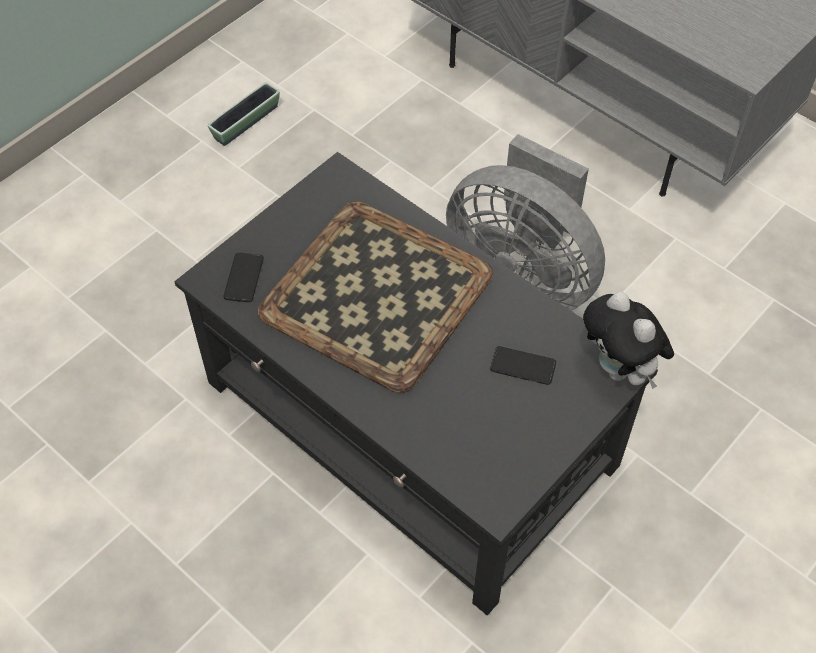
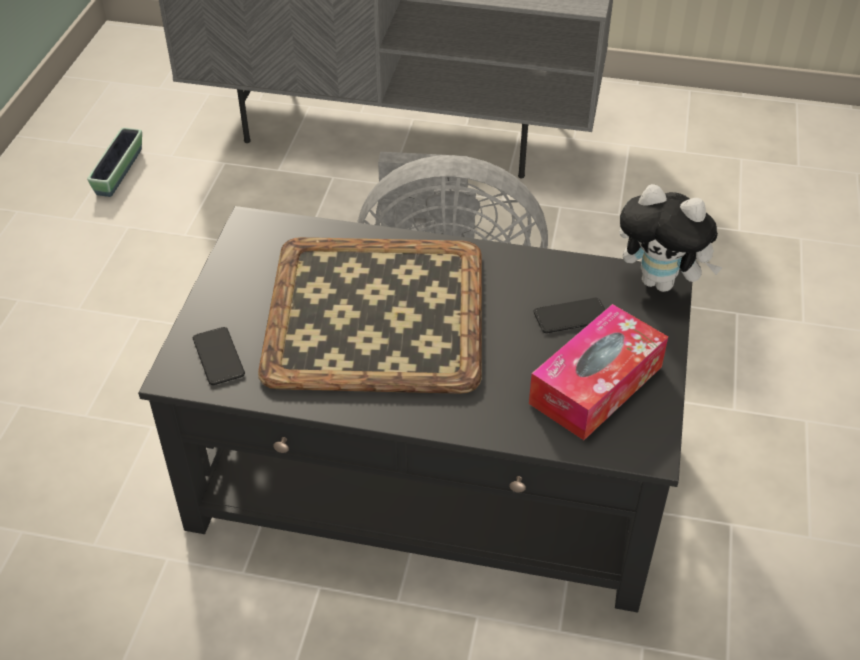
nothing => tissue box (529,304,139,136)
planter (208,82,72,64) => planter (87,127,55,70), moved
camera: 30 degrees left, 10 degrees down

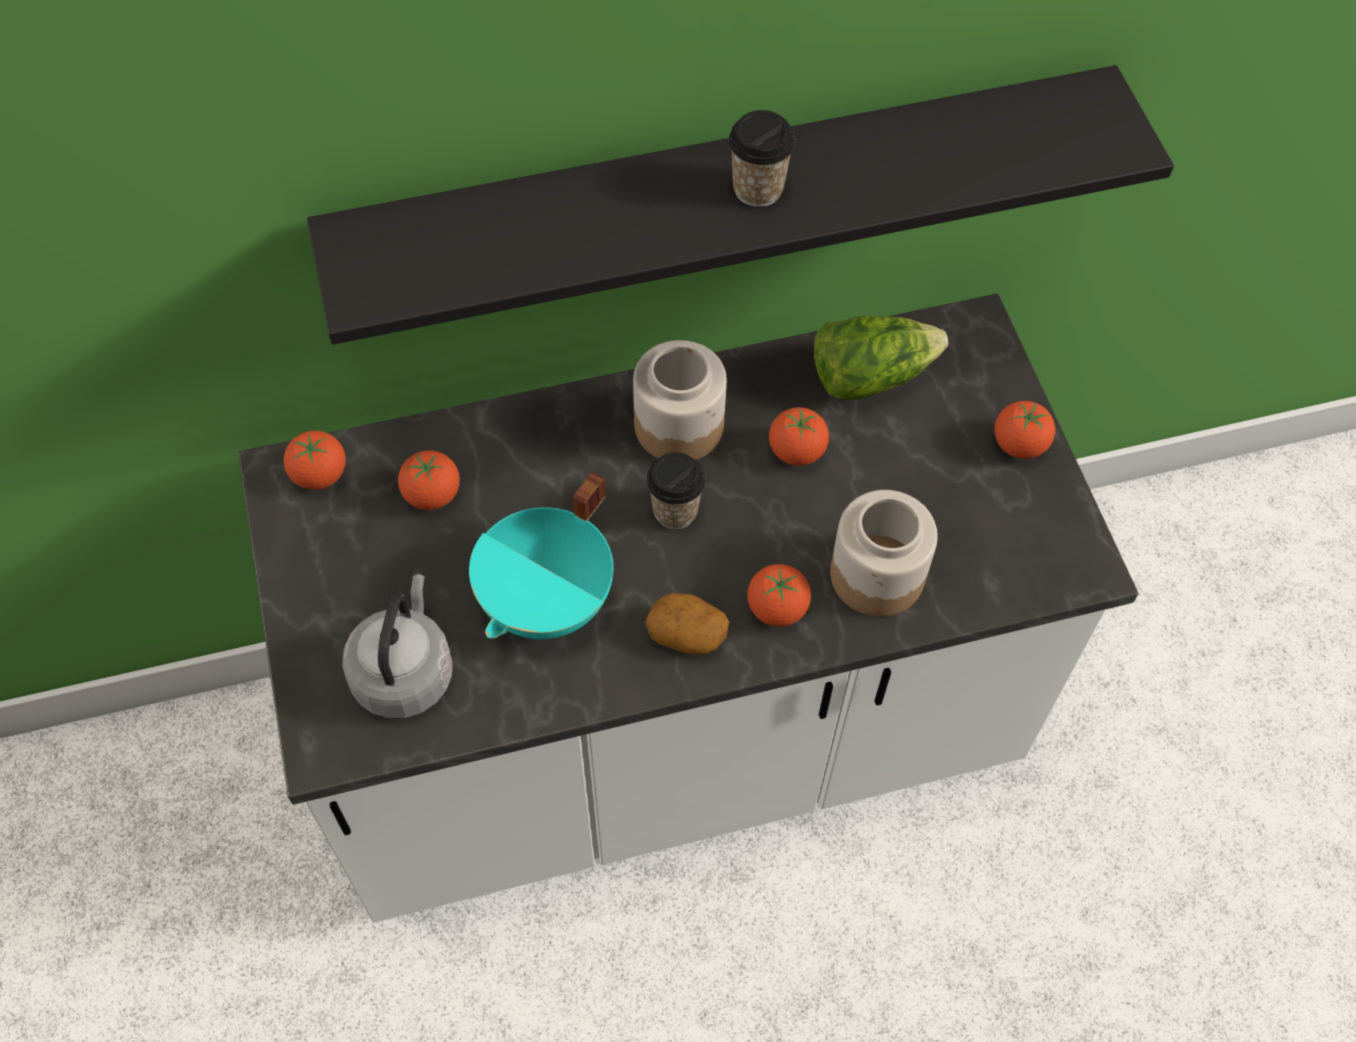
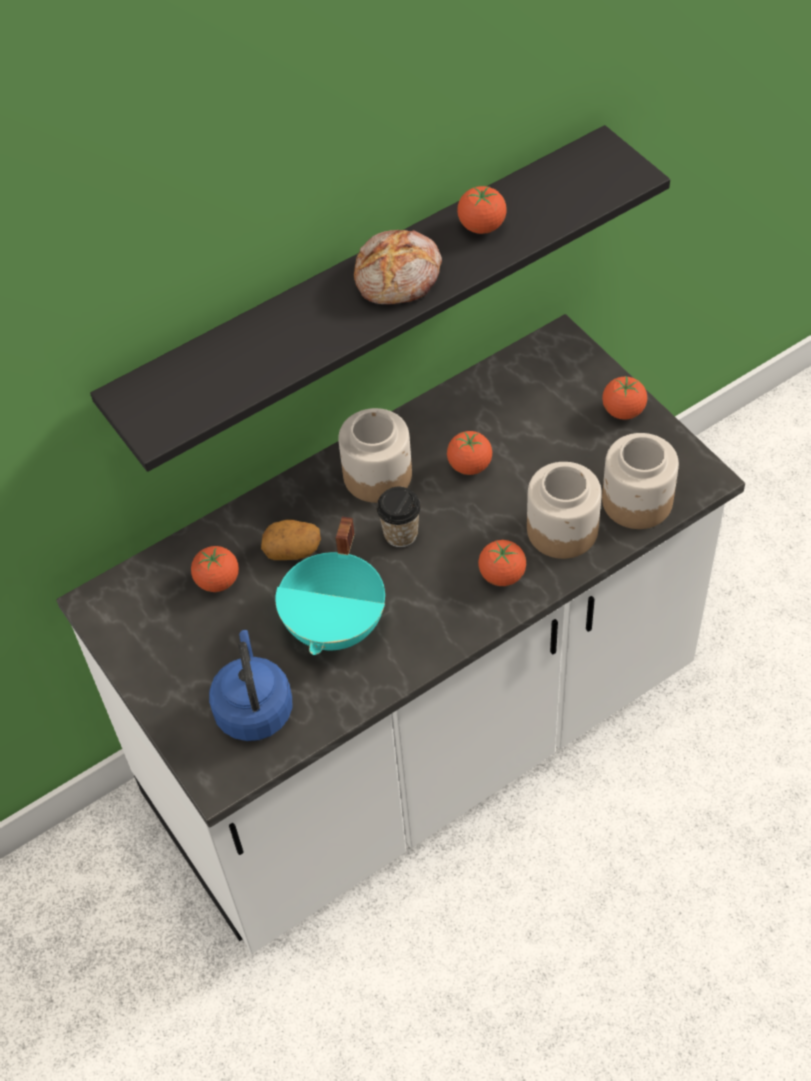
lettuce (814,316,134,84) => nothing
nothing => jar (602,433,77,96)
tomato (284,431,62,59) => tomato (457,186,50,48), moved
potato (645,593,84,62) => potato (261,519,60,41), moved
cup (729,110,66,97) => bread (354,230,88,74)
grey kettle (342,574,111,144) => blue kettle (209,630,84,111)
camera: 15 degrees left, 5 degrees down

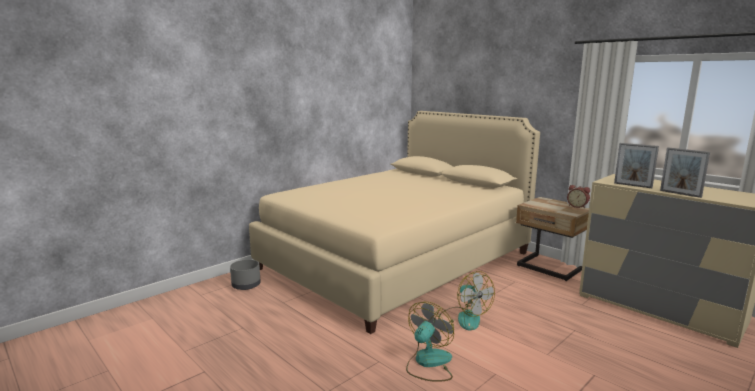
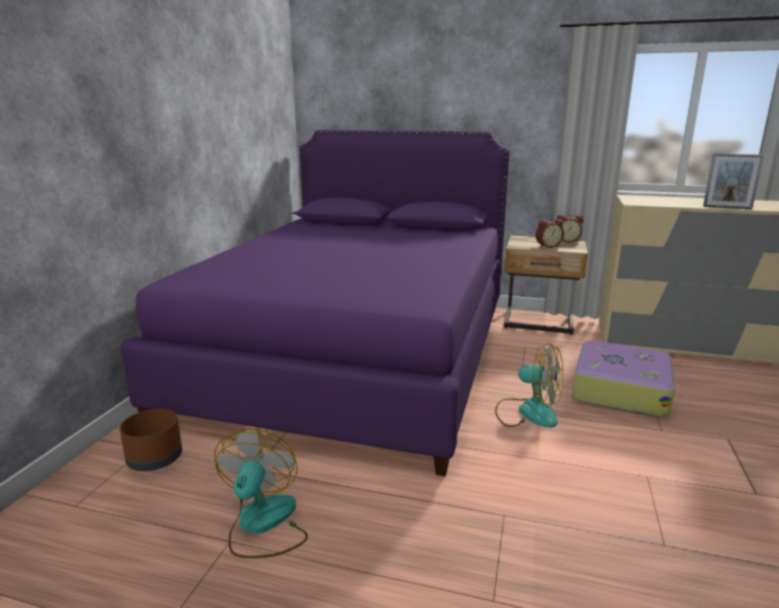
picture frame (614,143,45,45) => nothing
nothing => alarm clock (536,219,28,29)
nothing => suitcase (572,341,103,76)
fan (406,302,48,80) => fan (214,429,94,129), moved
grey planter (230,259,31,31) => brown planter (119,409,63,62)
beige bed (249,111,291,223) => purple bed (121,130,389,346)
camera: 30 degrees left, 5 degrees up

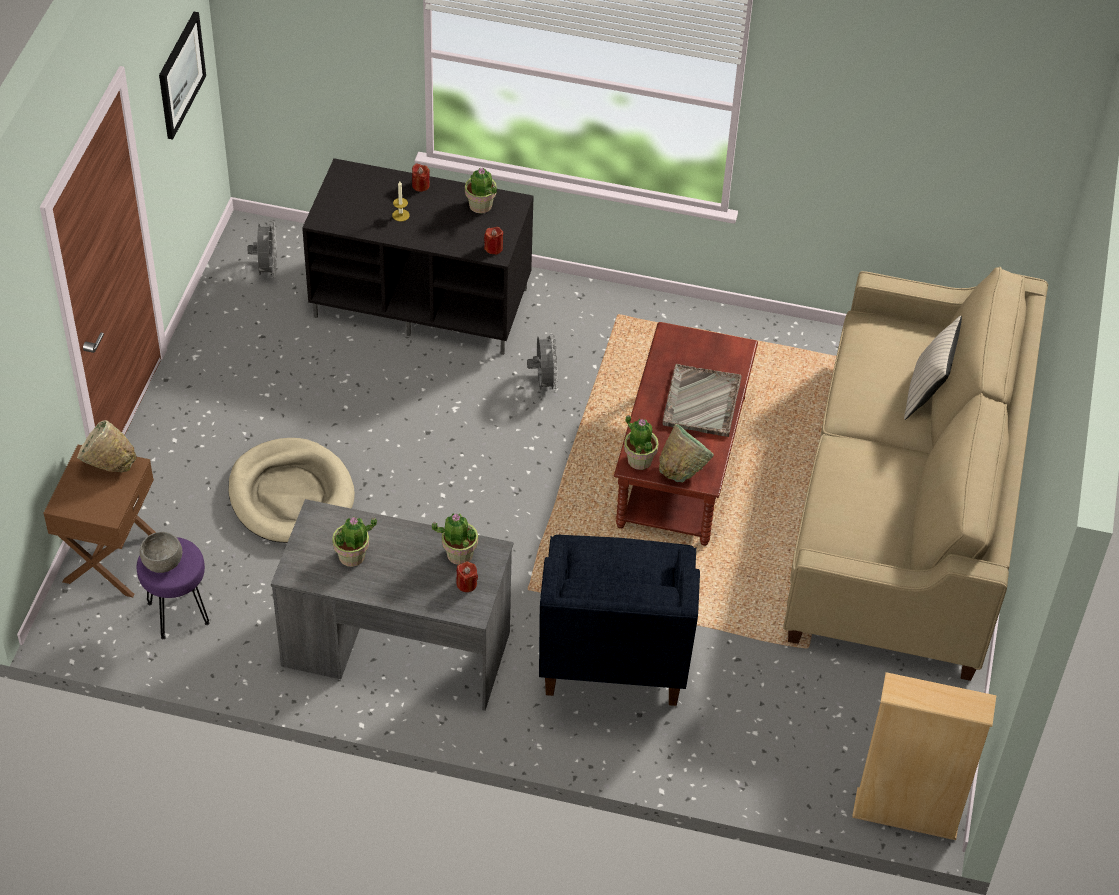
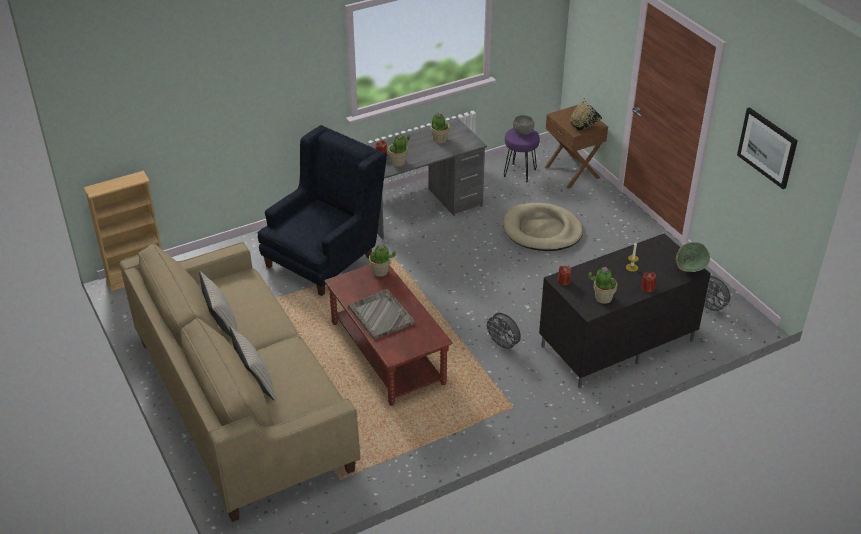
nothing => beige pillow (199,271,38,67)
green bowl (659,424,55,58) => green bowl (676,242,34,30), moved
beige bowl (77,420,60,52) => black bowl (571,98,31,33)
blue armchair (539,535,161,171) => blue armchair (258,125,129,171), 75 degrees clockwise
camera: 140 degrees right, 10 degrees down

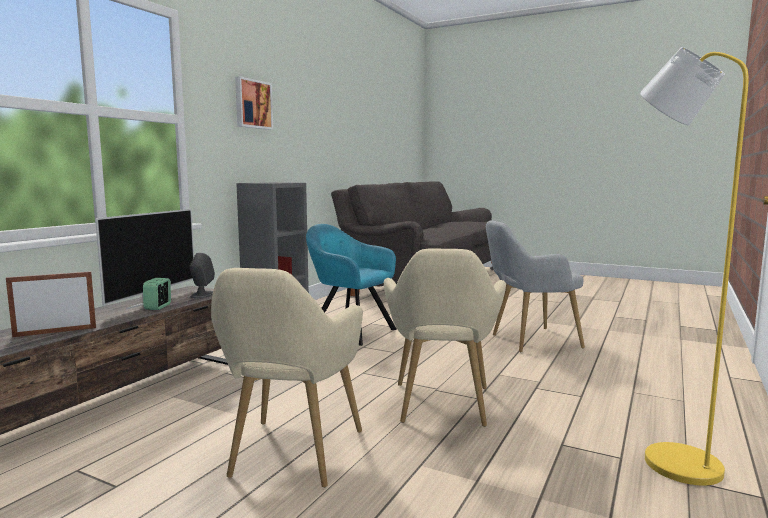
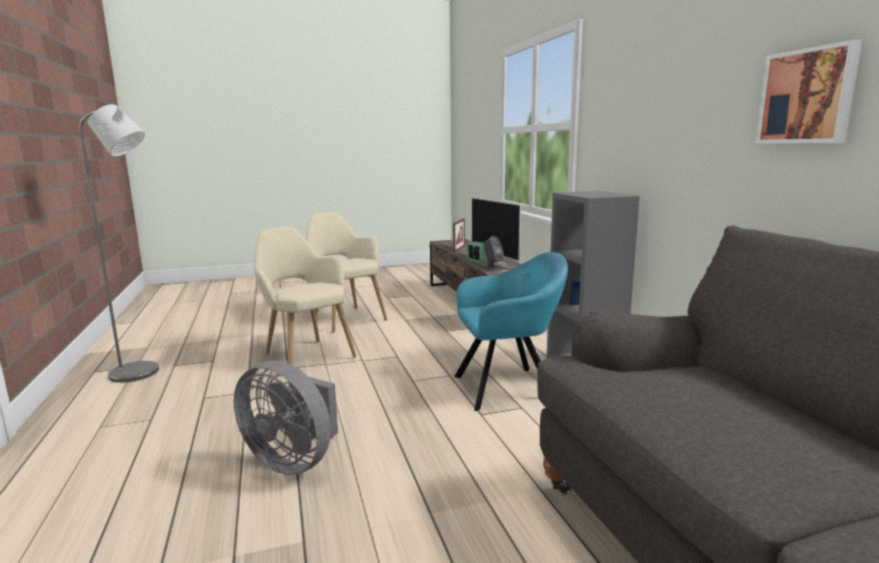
picture (235,76,38,54) => picture (755,40,107,104), moved
grey armchair (486,220,99,132) => grey fan (234,361,104,114)
yellow floor lamp (640,47,109,439) => grey floor lamp (79,104,80,279)
camera: 135 degrees right, 5 degrees up

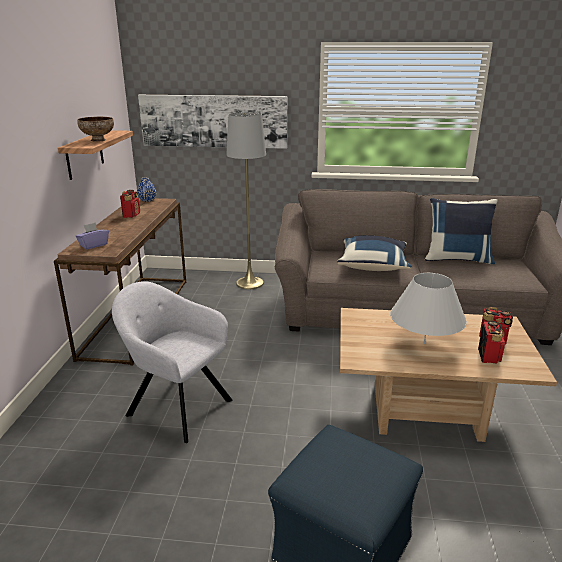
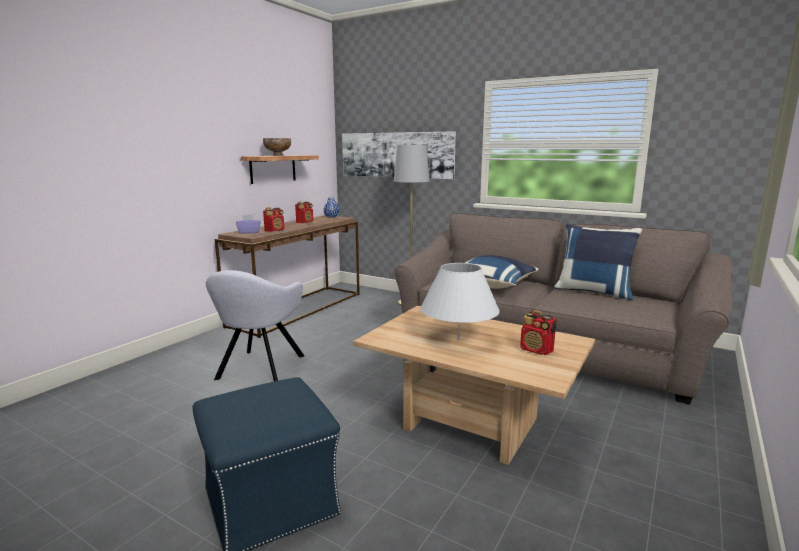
radio (478,321,27,42) => radio (263,207,21,25), moved
grey armchair (112,281,120,162) => grey armchair (206,270,98,111), 135 degrees counterclockwise
camera: 25 degrees right, 10 degrees down

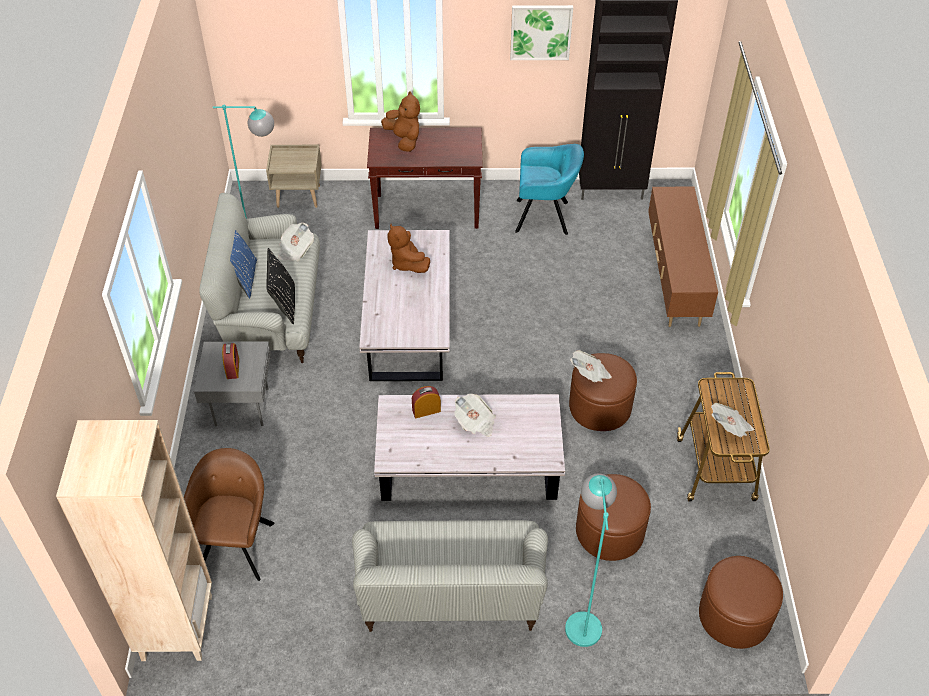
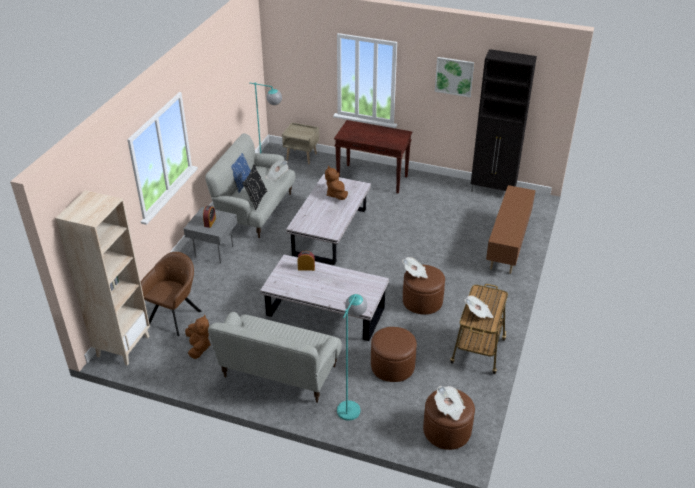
turquoise armchair (515,144,69,91) => nothing
brown plush toy (381,91,39,61) => brown plush toy (185,314,26,45), moved
newspaper (454,394,42,43) => newspaper (434,386,31,35), moved
camera: 20 degrees right, 10 degrees down

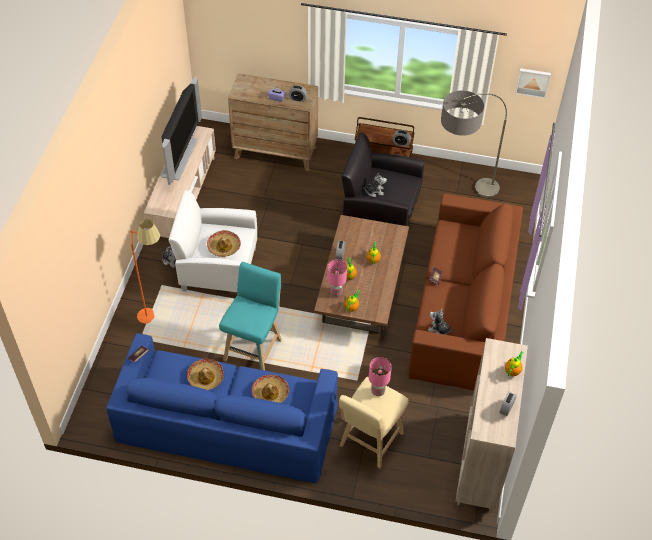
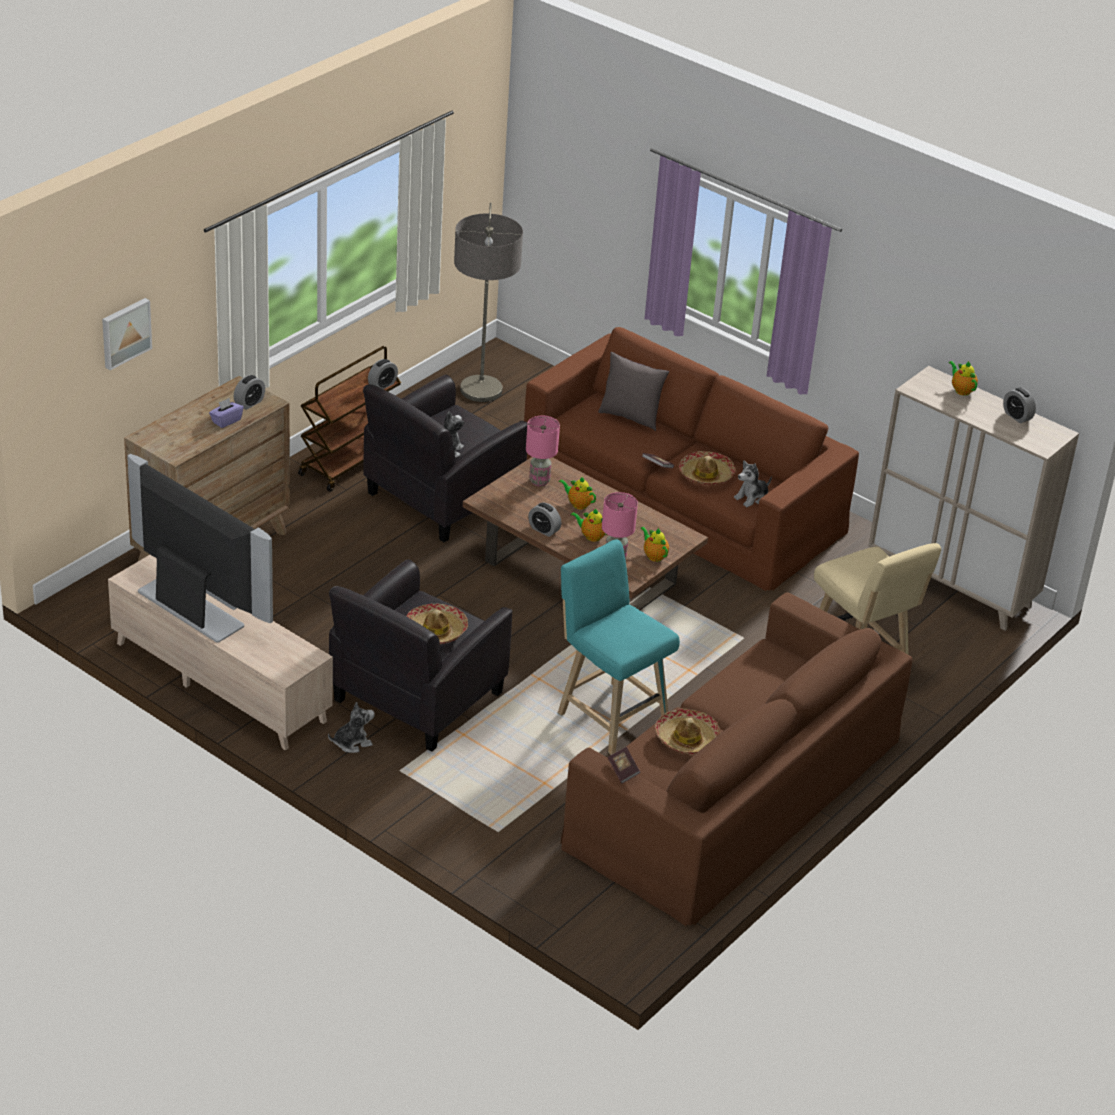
orange floor lamp (131,219,29,105) => nothing
nothing => grey pillow (598,352,71,79)
hat (252,375,37,28) => hat (679,451,57,34), moved
pink table lamp (369,357,23,39) => pink table lamp (526,416,34,70), moved
picture (515,68,36,30) => picture (102,298,50,72), moved
blue sofa (106,333,232,151) => brown sofa (561,592,352,334)
white armchair (168,190,89,102) => black armchair (329,559,183,192)
camera: 65 degrees left, 15 degrees down

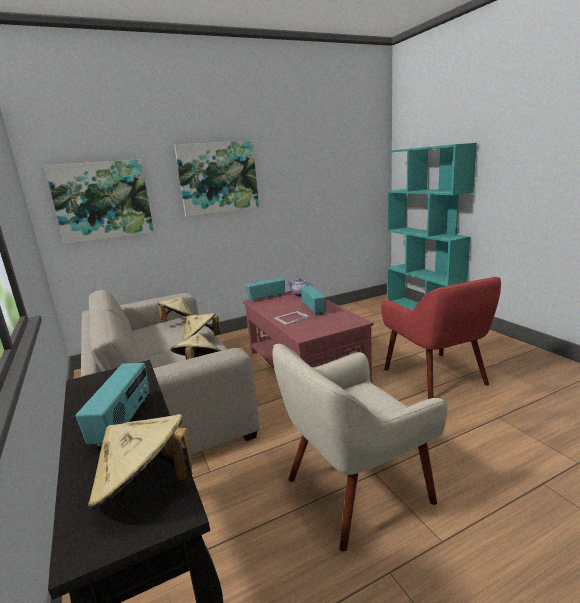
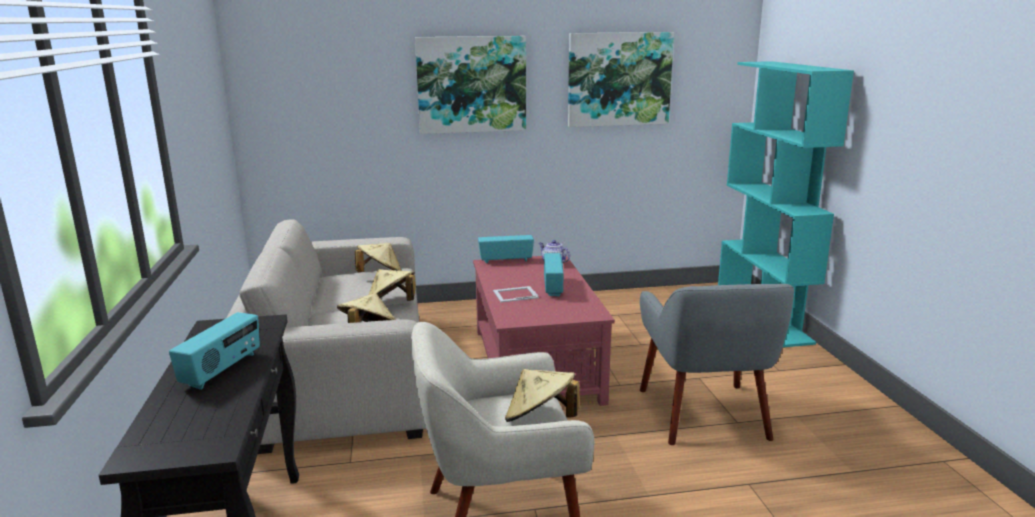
picture (44,159,110,85) => picture (568,32,106,95), moved
beige hat (88,414,104,96) => beige hat (505,369,75,53), moved
red armchair (381,277,120,122) => grey armchair (640,284,154,161)
camera: 15 degrees right, 0 degrees up

